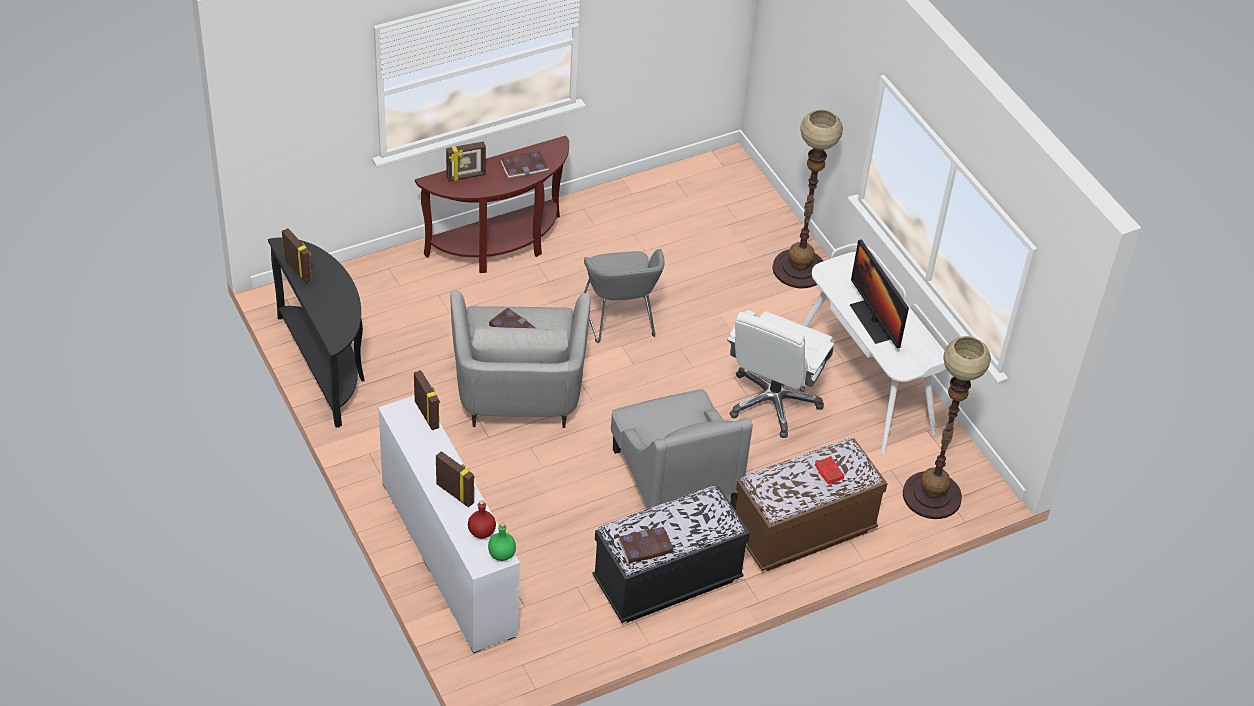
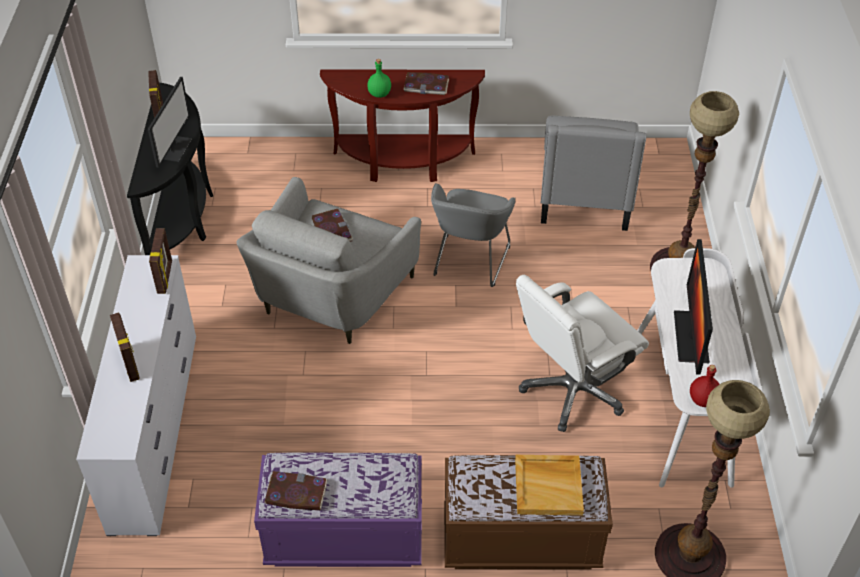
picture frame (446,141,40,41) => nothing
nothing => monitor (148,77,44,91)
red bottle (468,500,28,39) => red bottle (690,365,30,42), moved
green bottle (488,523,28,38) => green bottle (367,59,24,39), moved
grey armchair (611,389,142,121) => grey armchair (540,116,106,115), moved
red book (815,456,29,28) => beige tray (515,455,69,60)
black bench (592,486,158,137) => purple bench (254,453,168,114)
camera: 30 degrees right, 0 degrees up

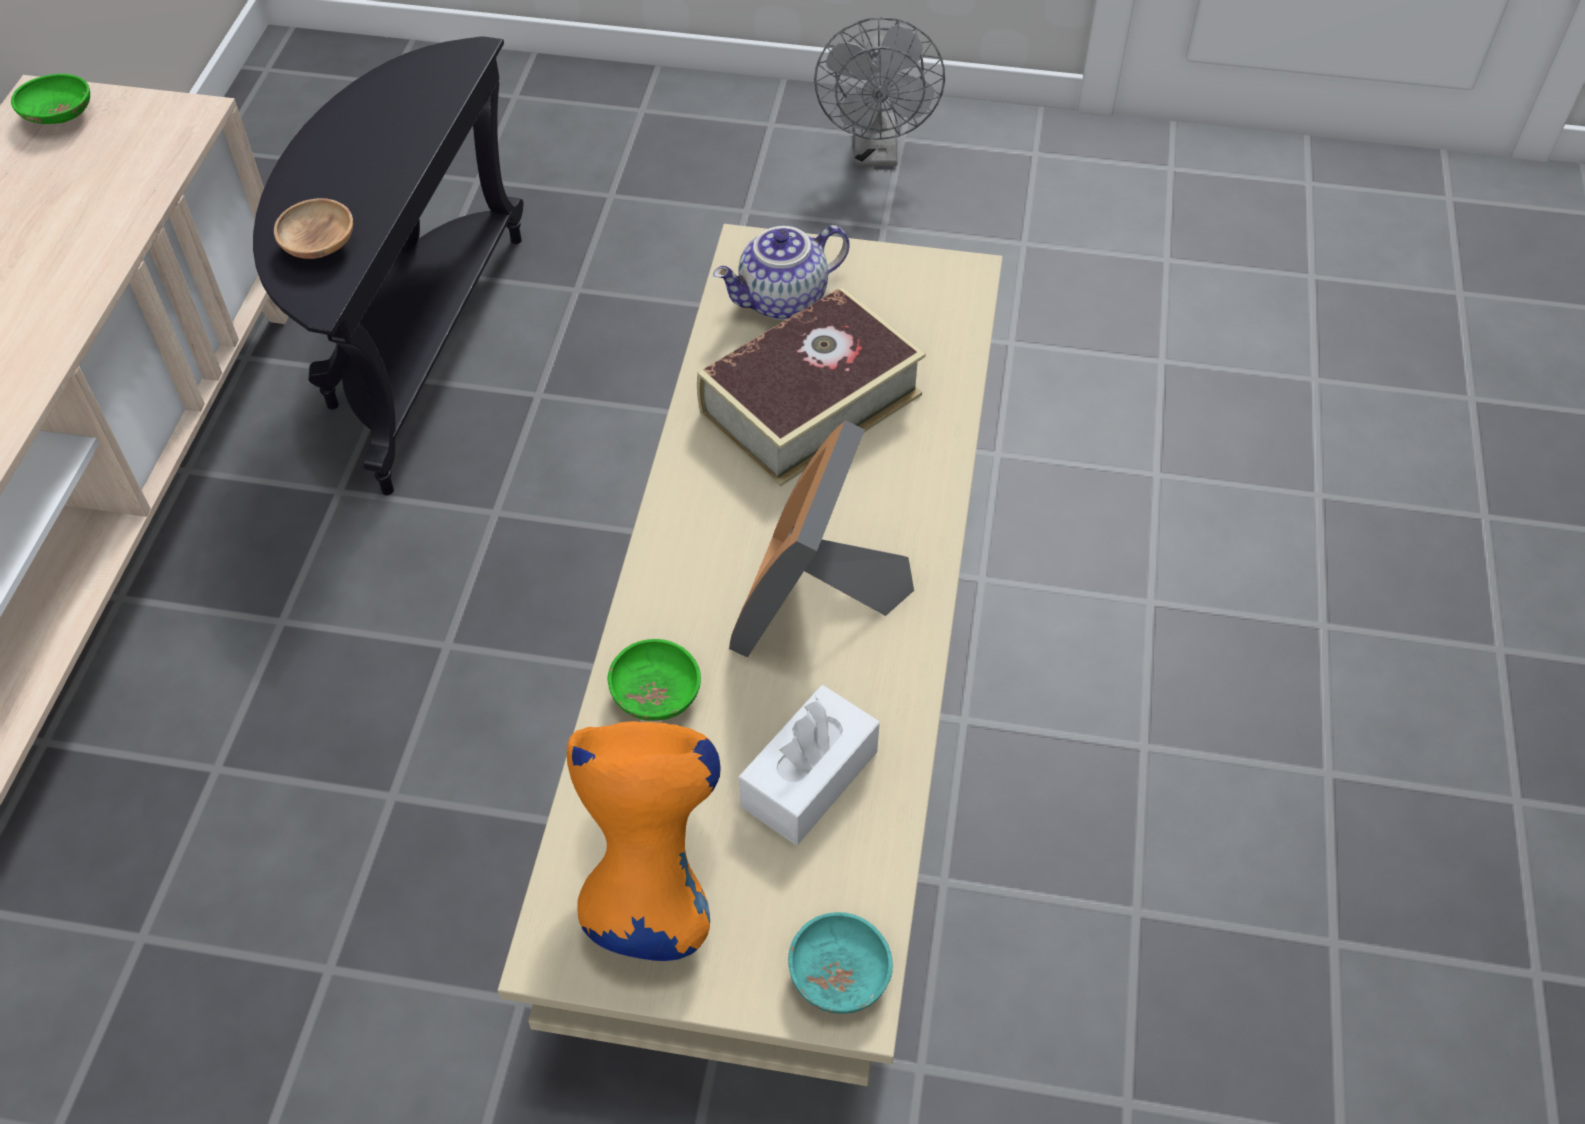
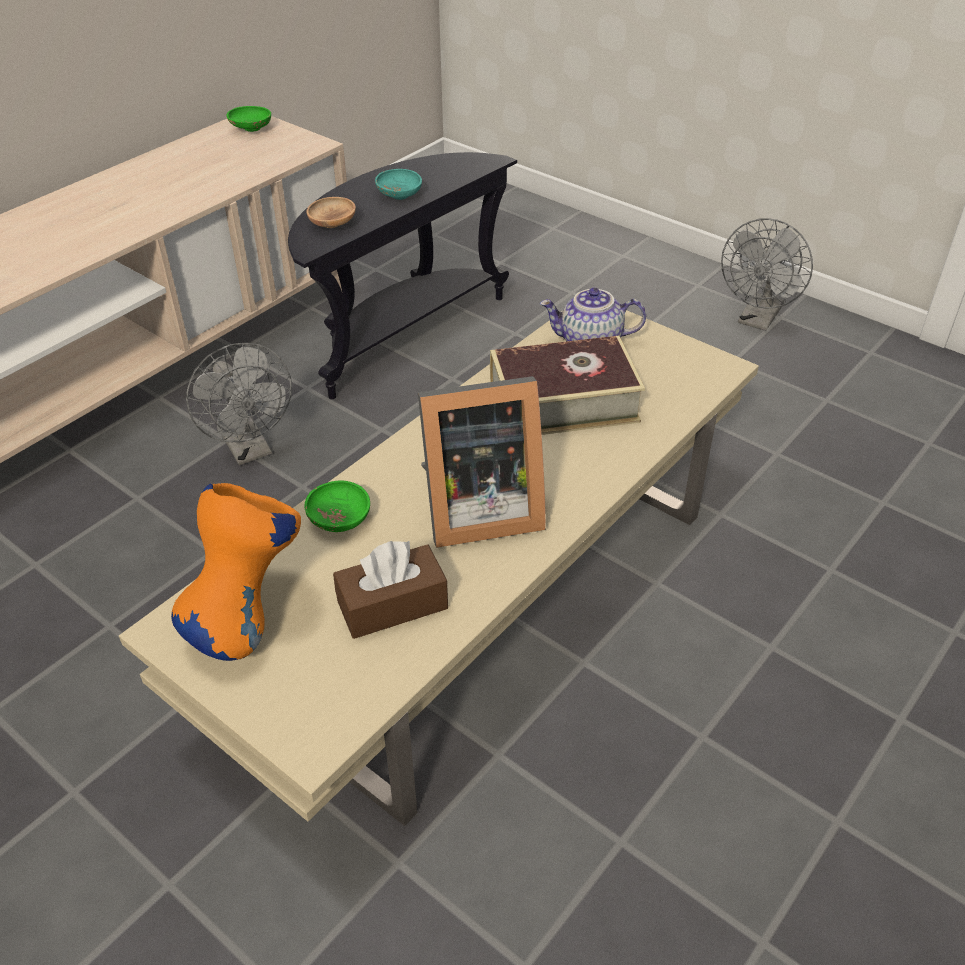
nothing => grey fan (186,343,106,122)
turquoise bowl (788,912,105,102) => turquoise bowl (375,169,47,31), moved
white tissue box (739,685,141,160) => brown tissue box (333,541,115,98)
picture frame (729,420,185,238) => picture frame (418,376,128,172), 150 degrees counterclockwise
camera: 30 degrees right, 10 degrees down

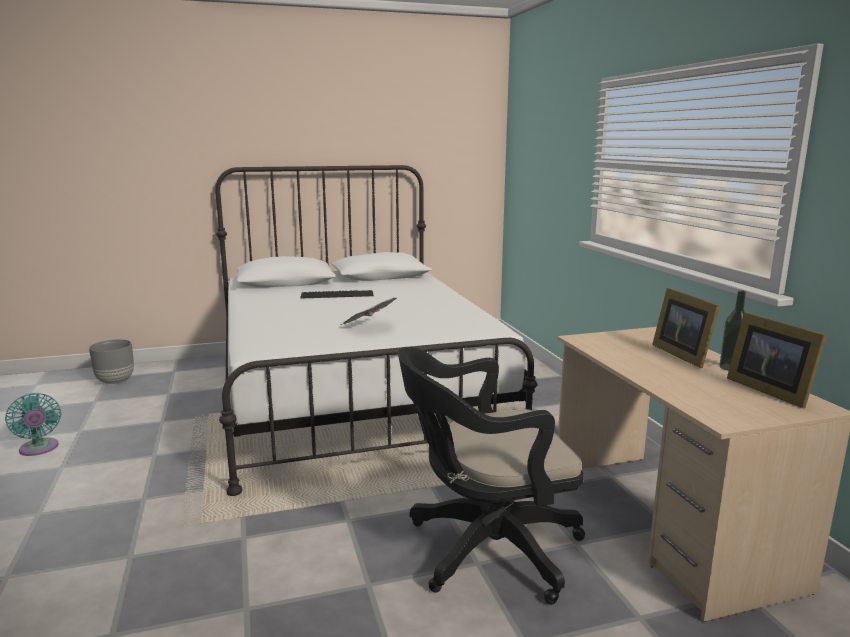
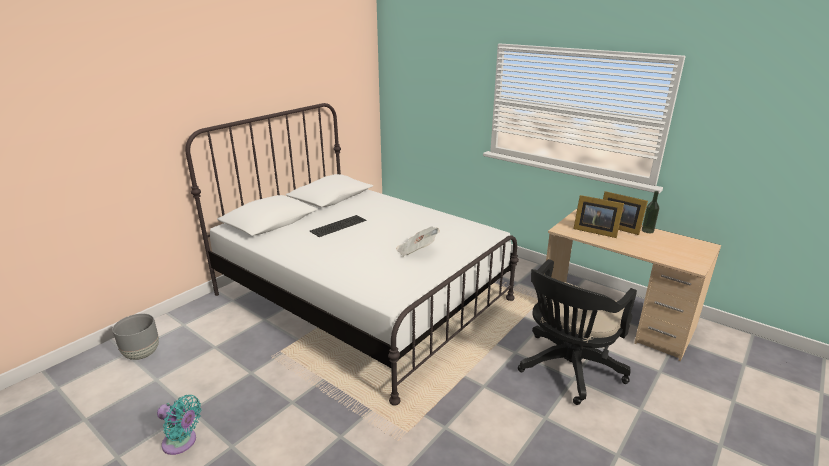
picture frame (727,312,100,97) => picture frame (573,195,51,43), moved
camera: 35 degrees left, 10 degrees up

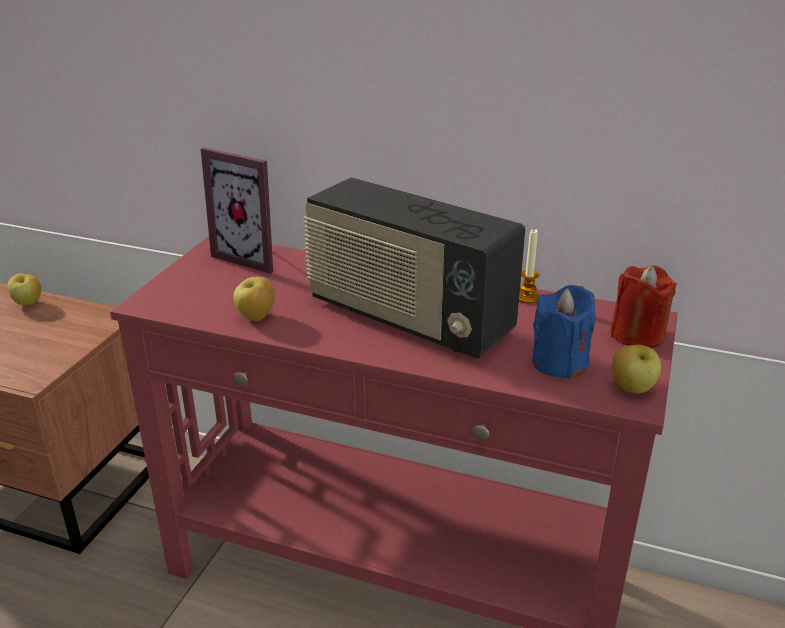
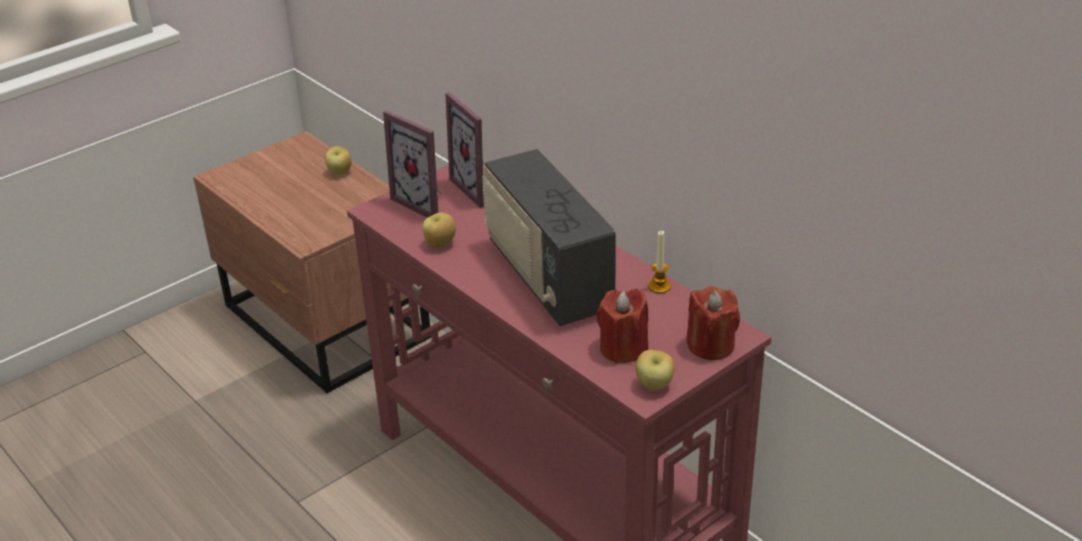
nothing => picture frame (383,110,60,108)
blue candle (532,285,64,94) => red candle (597,289,51,75)
camera: 30 degrees right, 5 degrees up

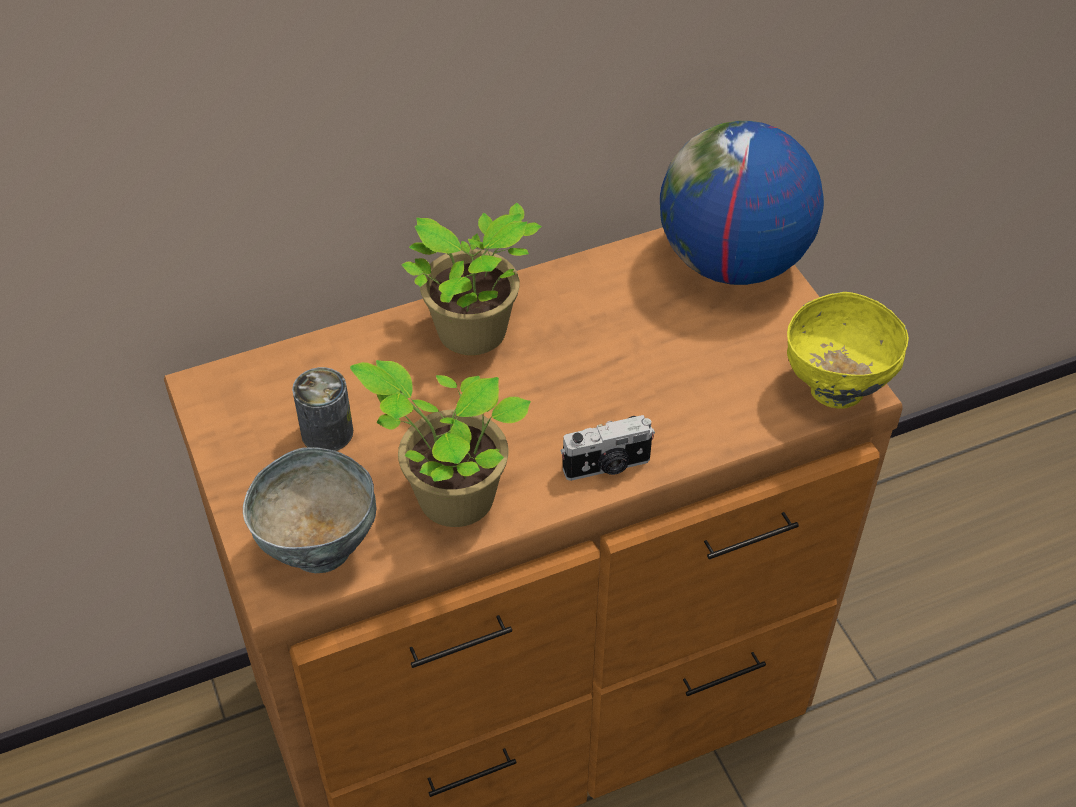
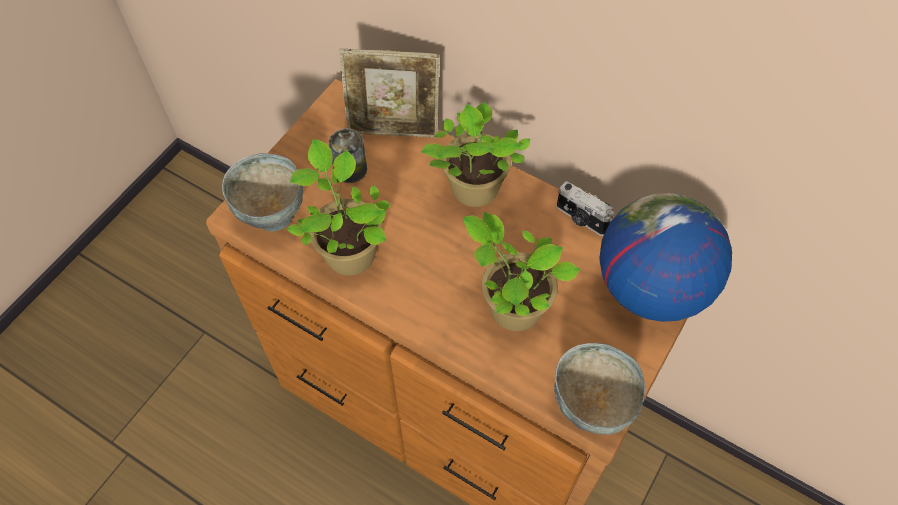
nothing => picture frame (339,49,101,89)
nothing => potted plant (463,212,117,119)
photo camera (560,415,95,66) => photo camera (556,181,58,55), moved
yellow bowl (787,292,122,117) => grey bowl (554,343,91,92)
camera: 55 degrees right, 10 degrees up

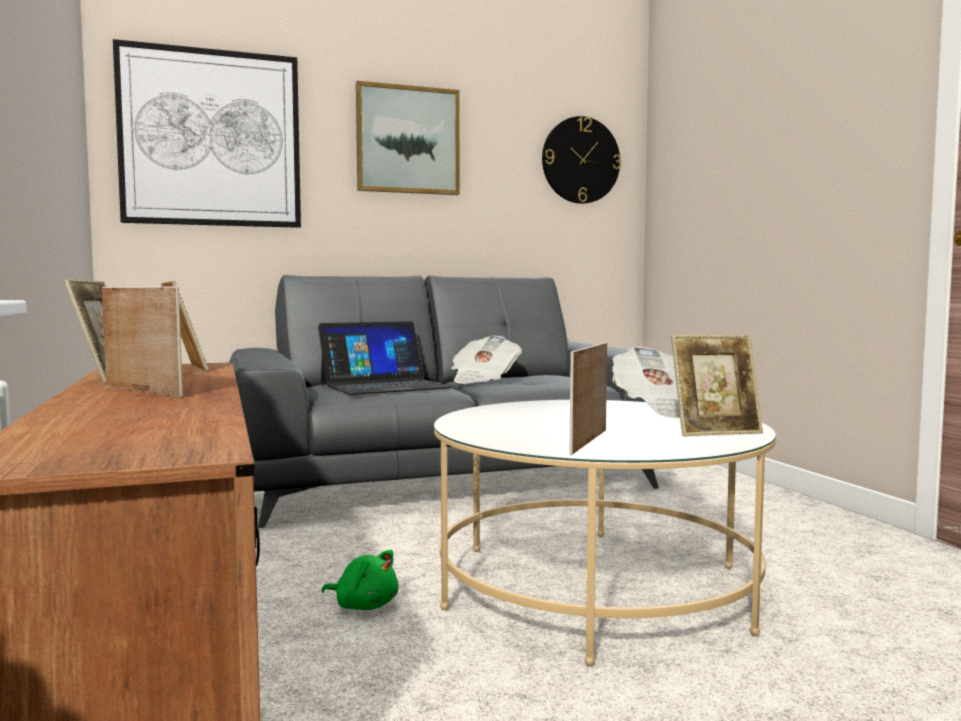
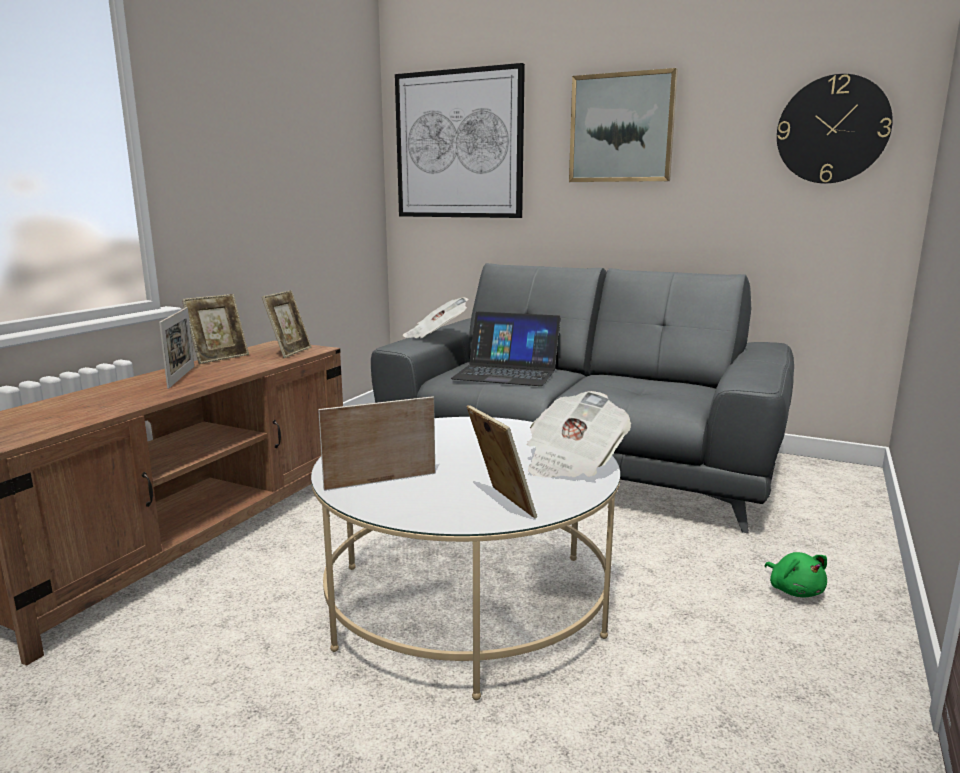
green plush toy (322,550,77,60) => green plush toy (765,552,62,45), moved
newspaper (451,336,71,48) => newspaper (403,297,66,41), moved
picture frame (671,335,92,101) => picture frame (467,405,70,113), 150 degrees counterclockwise
camera: 45 degrees right, 10 degrees up

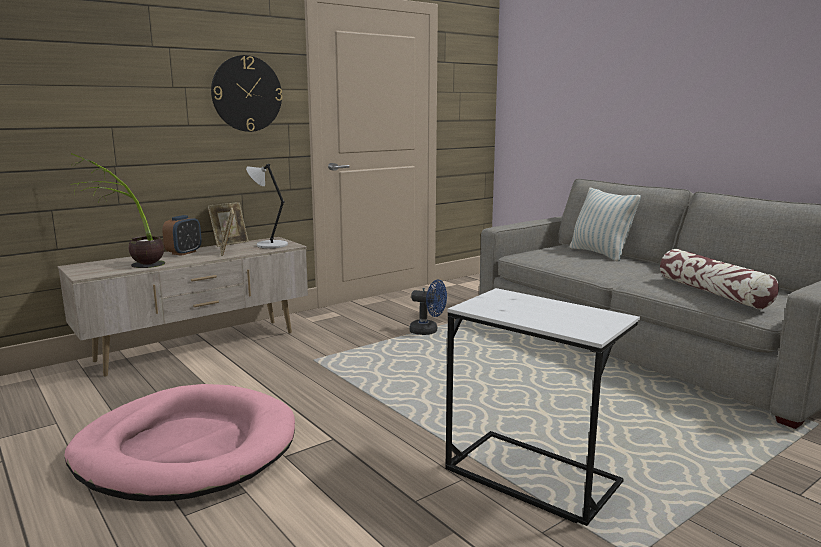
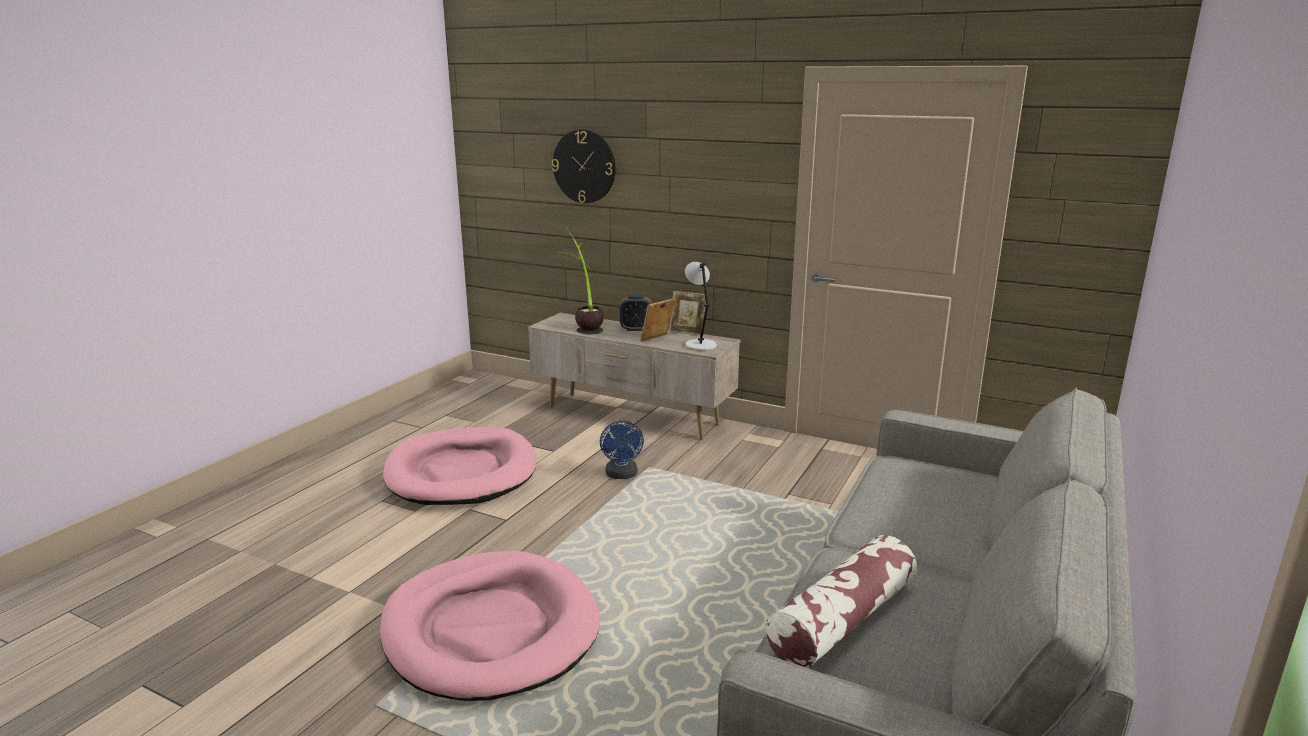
pillow (570,188,71,74) => nothing
wall clock (211,55,72,77) => wall clock (552,129,63,74), moved
blue fan (409,280,38,55) => blue fan (600,421,44,58), moved
white side table (445,288,195,238) => pink dog bed (380,551,221,150)
camera: 65 degrees right, 5 degrees up

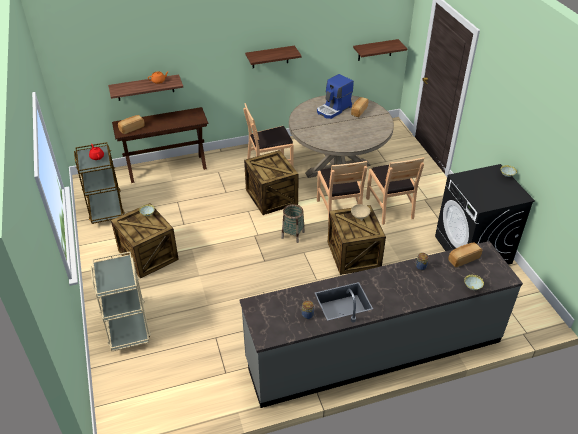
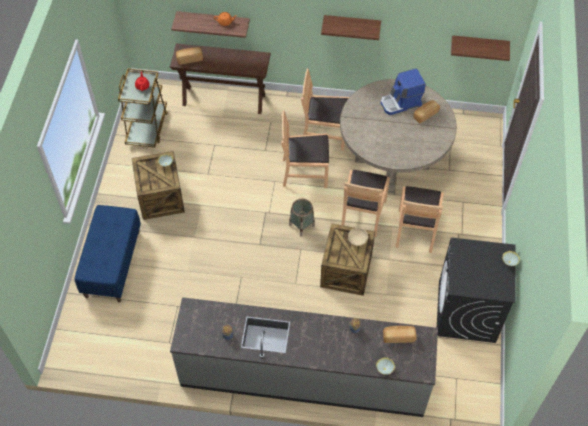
beige cart (90,251,61,100) => blue bench (75,205,66,97)
crate (244,150,55,65) => brown chair (281,110,48,78)
camera: 25 degrees right, 15 degrees up

